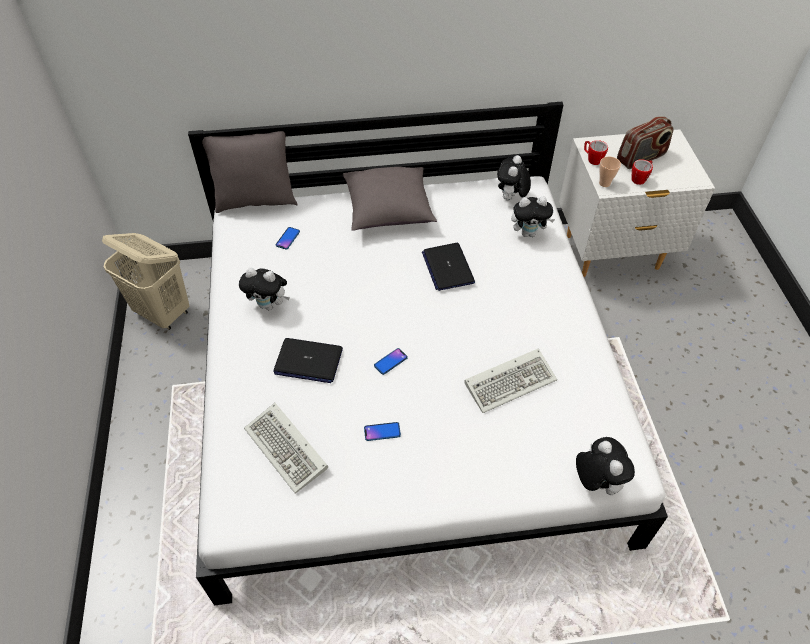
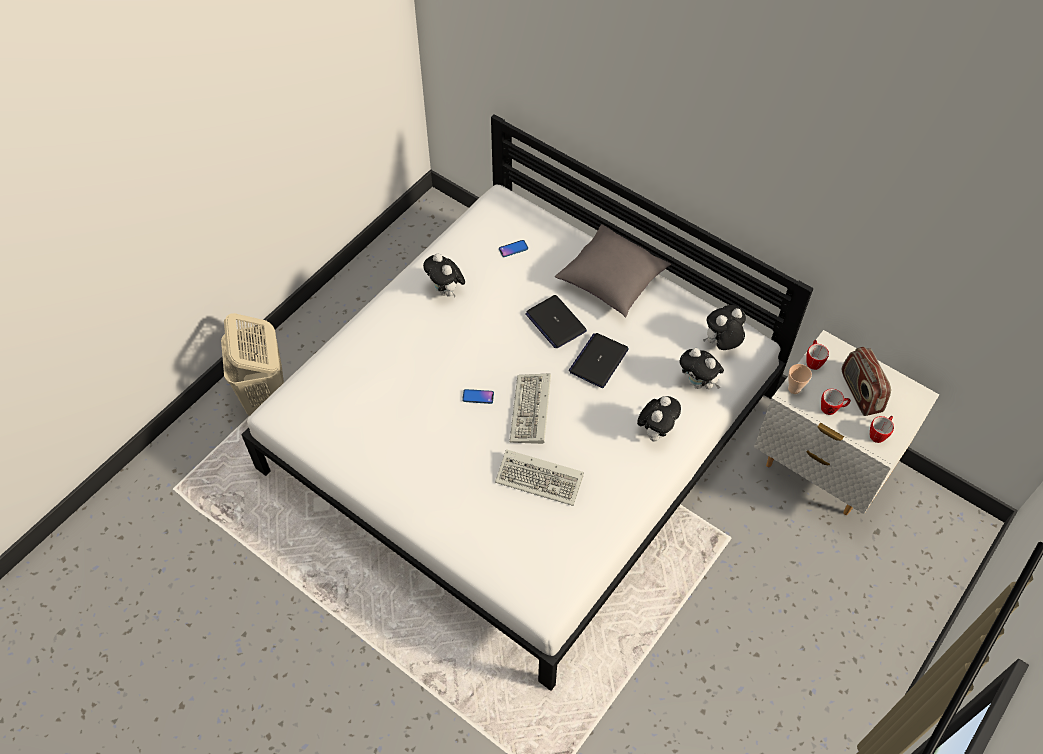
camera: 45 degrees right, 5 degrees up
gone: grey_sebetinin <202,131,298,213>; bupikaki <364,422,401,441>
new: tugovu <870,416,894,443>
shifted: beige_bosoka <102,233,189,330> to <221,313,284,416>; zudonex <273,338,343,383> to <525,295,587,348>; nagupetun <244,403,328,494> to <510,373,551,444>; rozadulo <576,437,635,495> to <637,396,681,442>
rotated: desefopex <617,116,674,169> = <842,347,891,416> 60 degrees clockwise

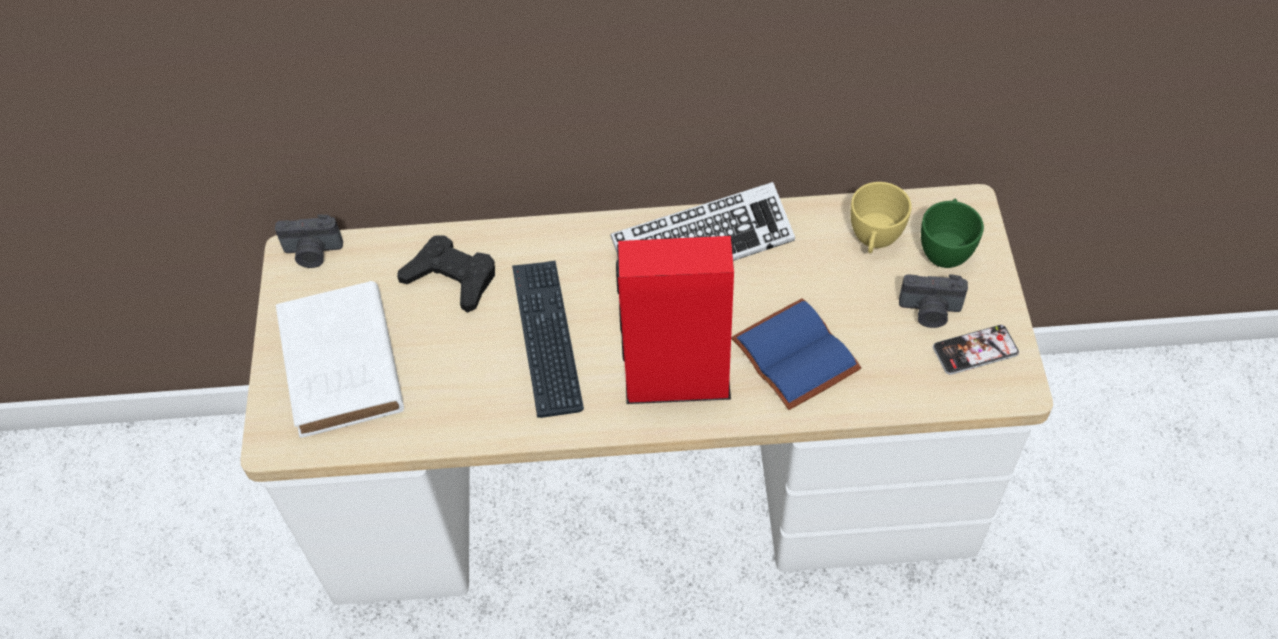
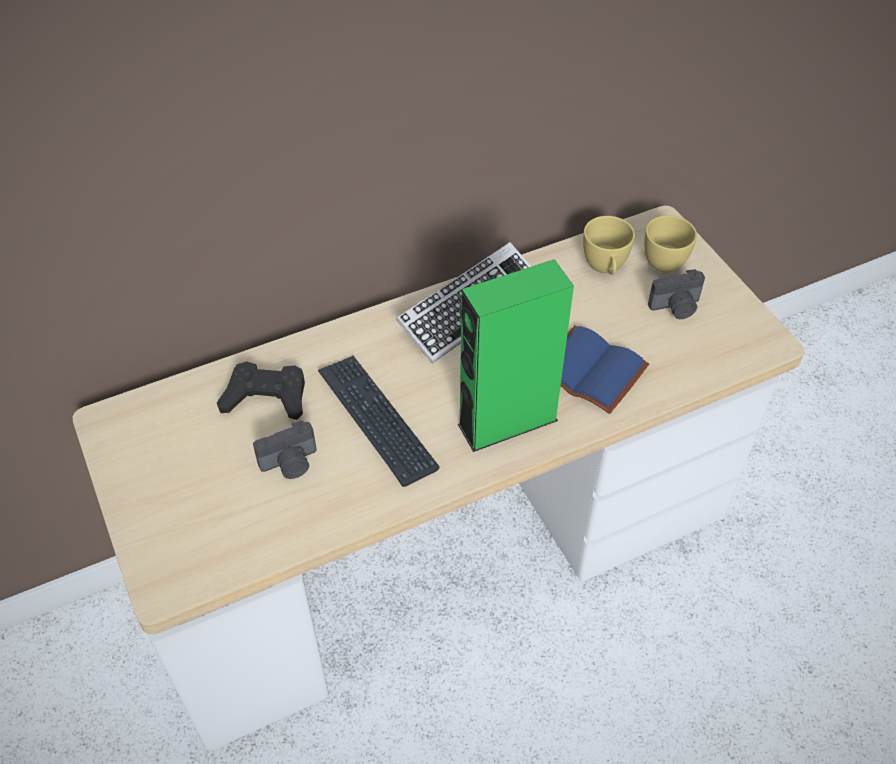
camera: 25 degrees left, 5 degrees down
gone: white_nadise <276,281,404,438>; bupikaki <933,325,1019,375>
shifted: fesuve <275,215,343,268> to <253,421,317,479>
repainted: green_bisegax <921,199,984,268> to yellow_bisegax <644,215,697,273>; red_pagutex <616,236,734,404> to green_pagutex <458,259,574,452>

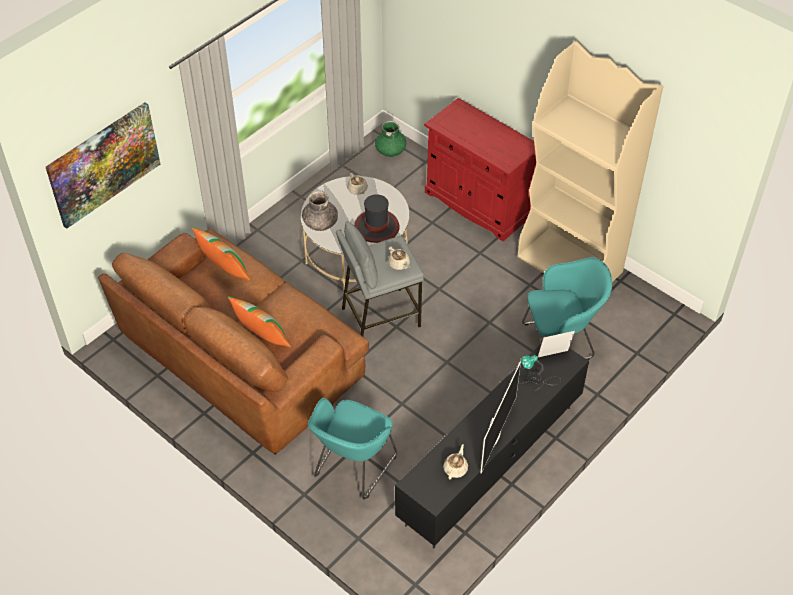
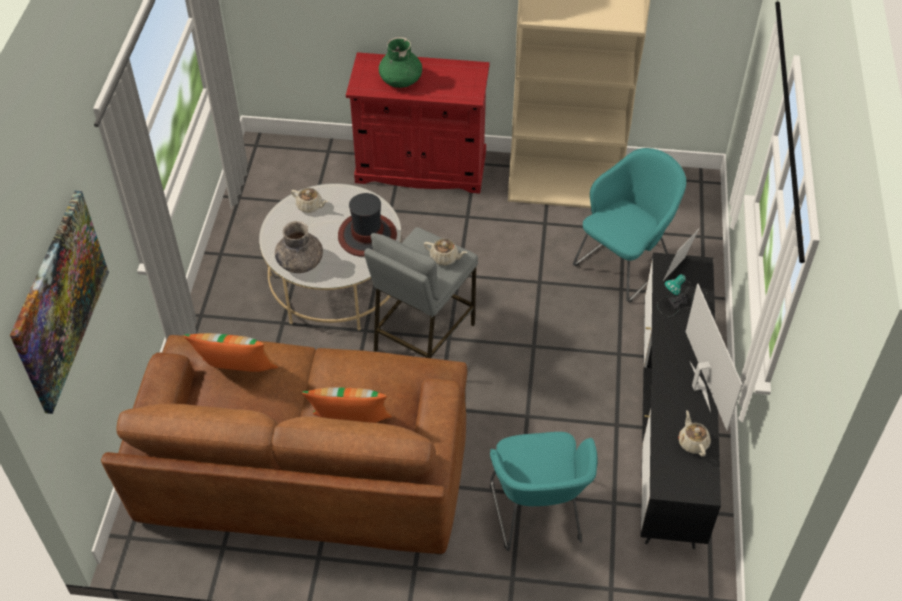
camera: 35 degrees left, 0 degrees up
shifted: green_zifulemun <375,121,406,157> to <379,37,422,88>

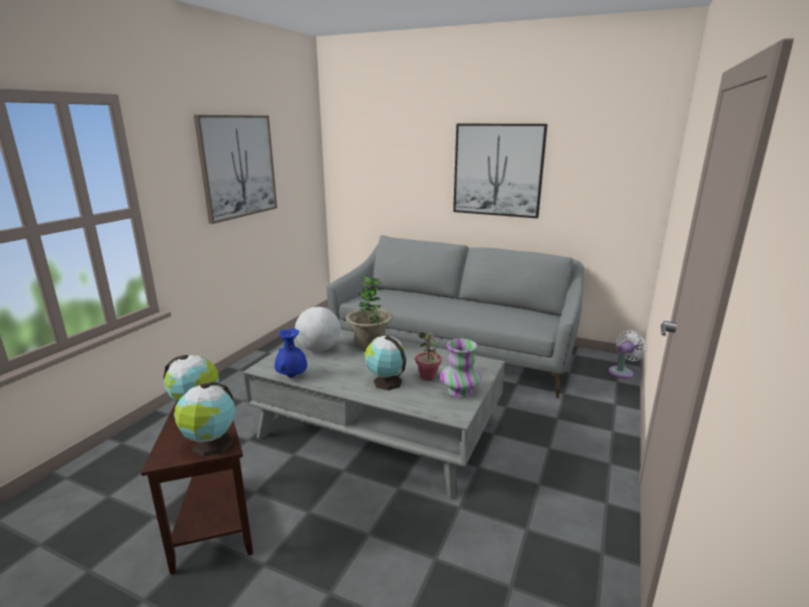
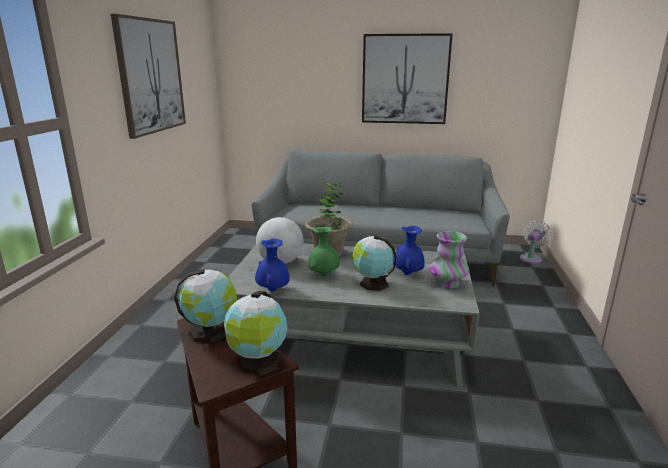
camera: 15 degrees left, 0 degrees up
new: green_zifulemun <308,227,340,276>
swapped: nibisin <415,331,442,380> to blue_zifulemun <393,226,425,275>

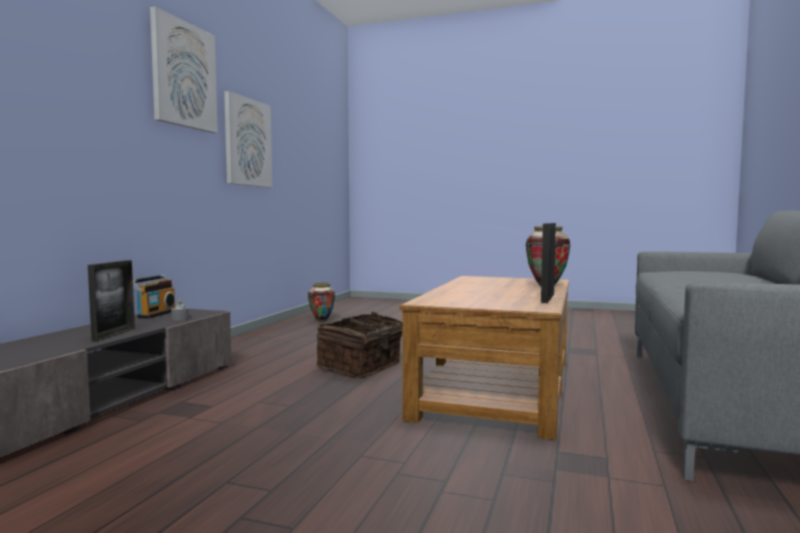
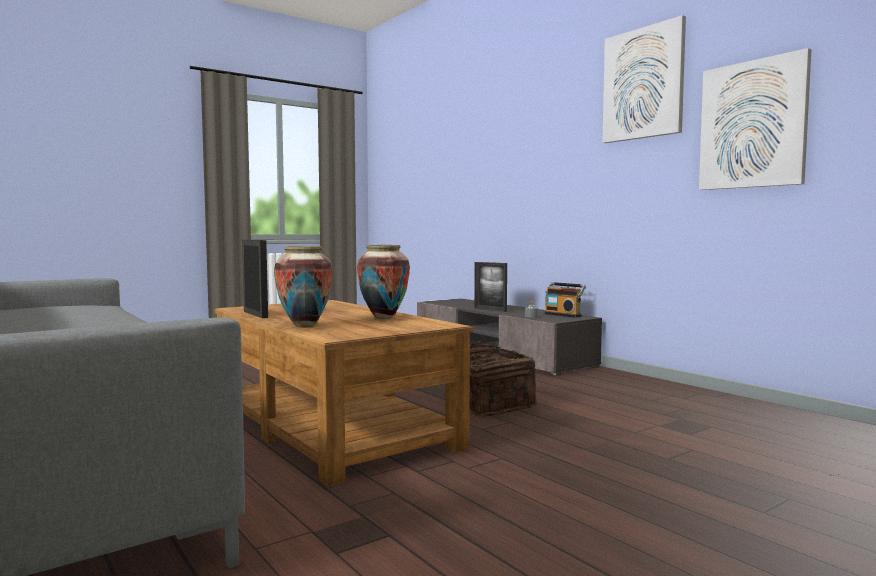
camera: 125 degrees right, 0 degrees up
shifted: zifulemun <308,283,335,322> to <357,245,410,319>

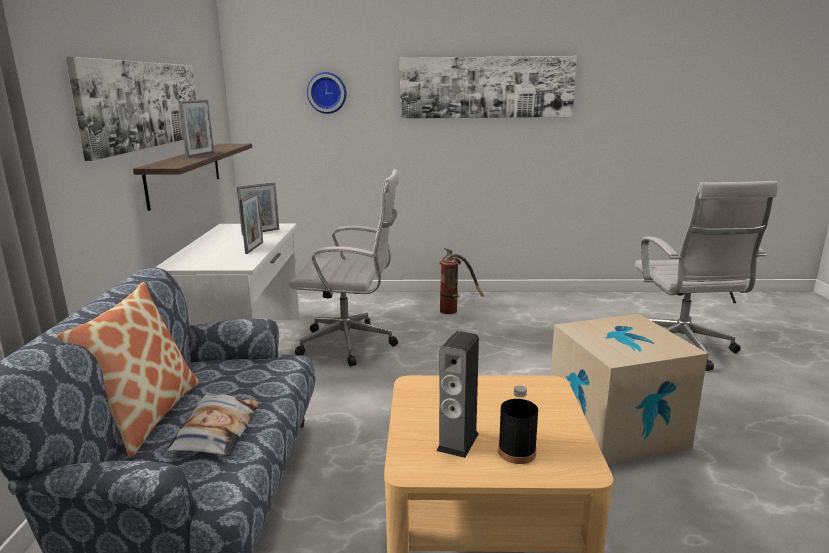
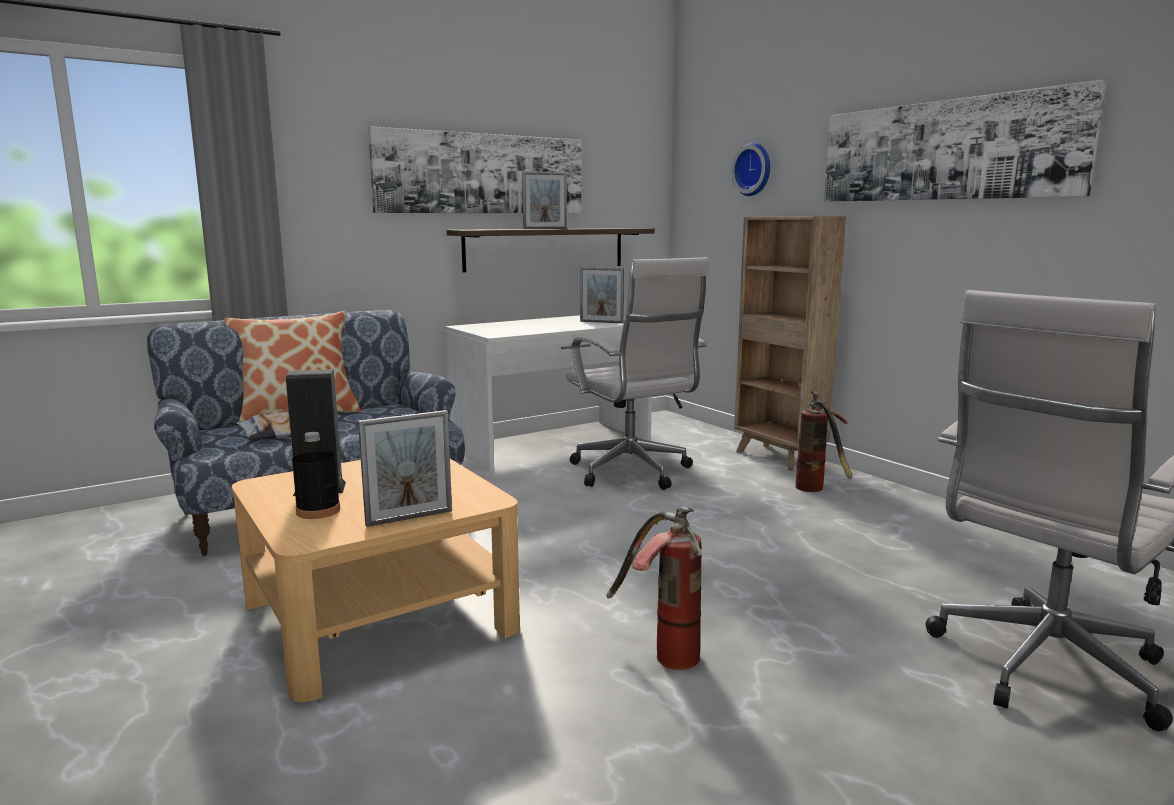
camera: 55 degrees right, 5 degrees down
new: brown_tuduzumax <734,216,846,471>
shifted: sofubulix <240,192,263,254> to <358,410,452,527>
swapped: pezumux <551,314,708,465> to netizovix <606,506,702,670>

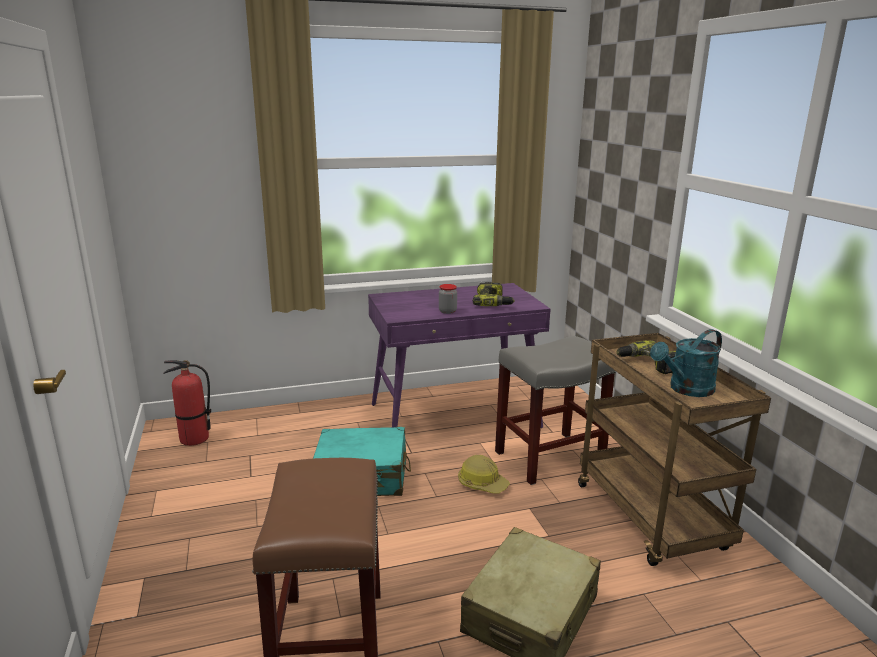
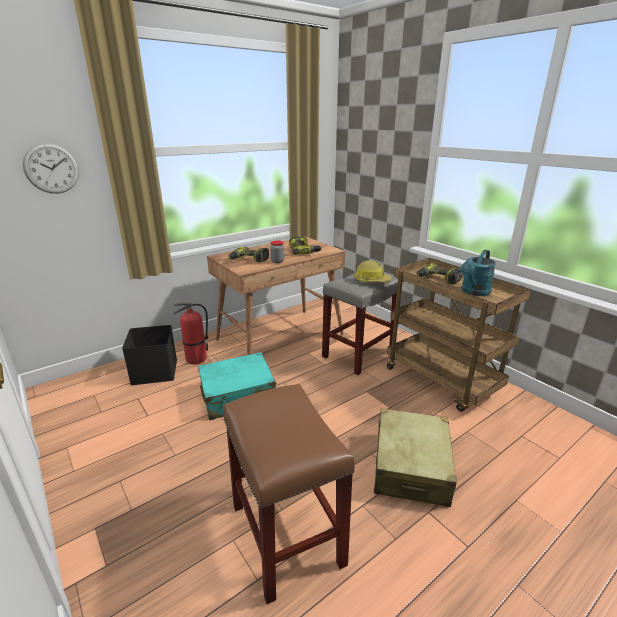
camera: 20 degrees left, 5 degrees up
new: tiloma <22,143,79,194>; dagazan <229,247,269,263>; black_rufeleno <122,325,177,385>
shifted: netizovix <163,360,211,446> to <174,302,209,364>; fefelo <458,455,510,494> to <354,260,392,282>
repainted: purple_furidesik <368,283,551,428> to brown_furidesik <207,237,345,355>

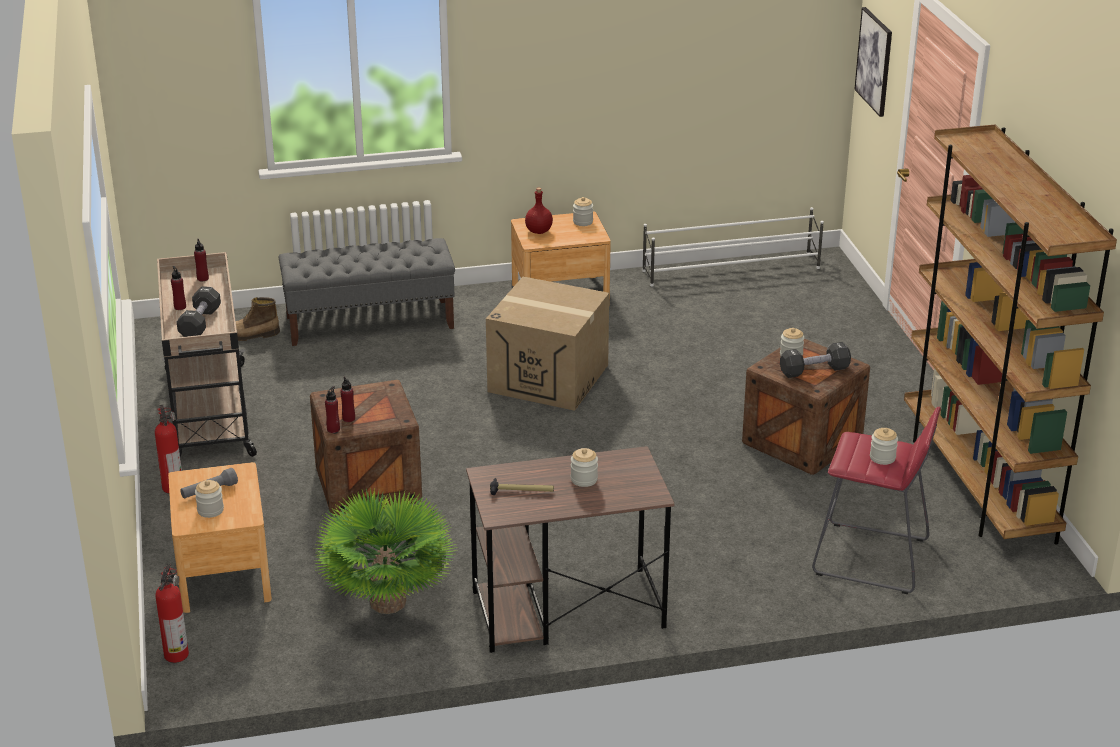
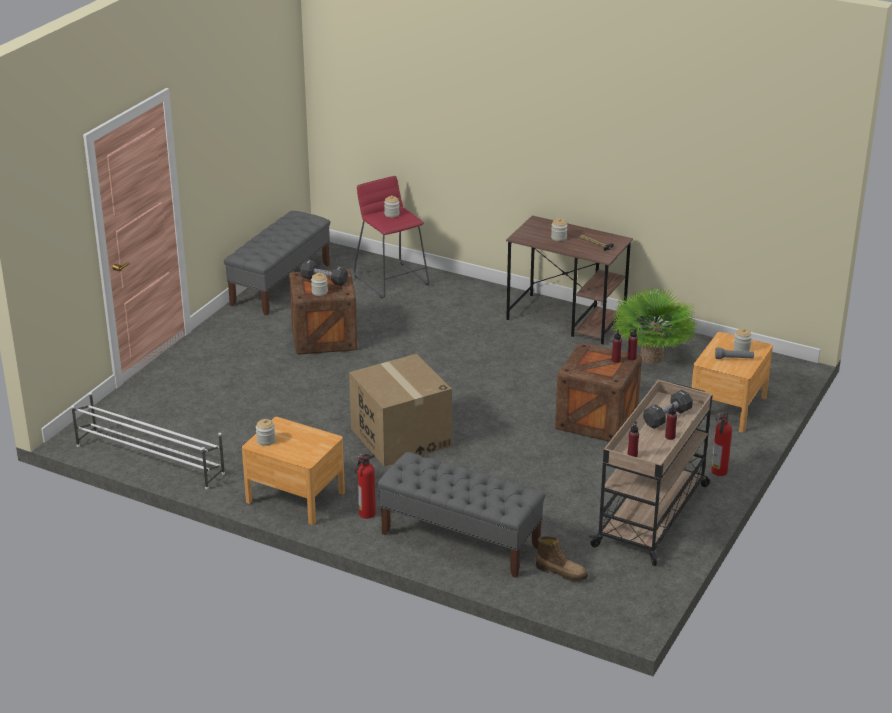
camera: 140 degrees left, 0 degrees up
gone: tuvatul <854,7,892,117>; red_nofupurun <525,188,553,234>
shifted: netizovix <156,564,189,663> to <354,453,376,519>
swapped: brown_tuduzumax <904,125,1117,545> to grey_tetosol <224,211,330,316>

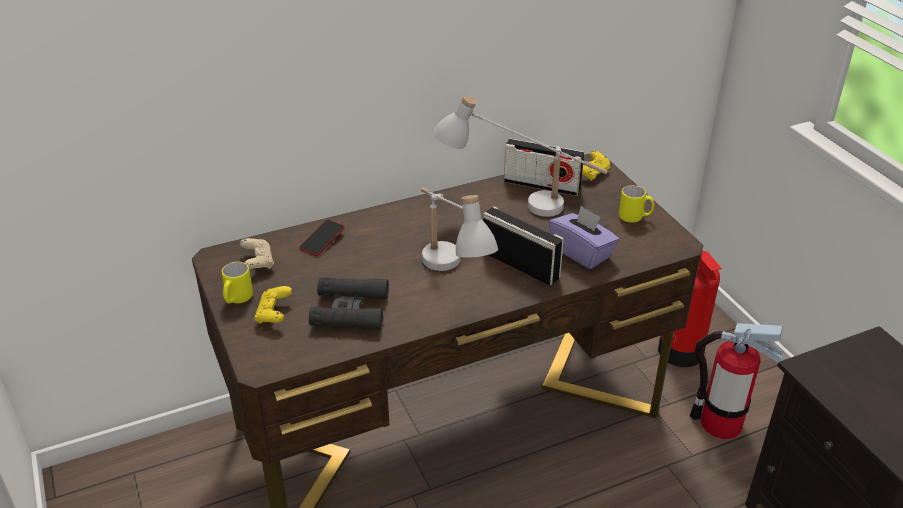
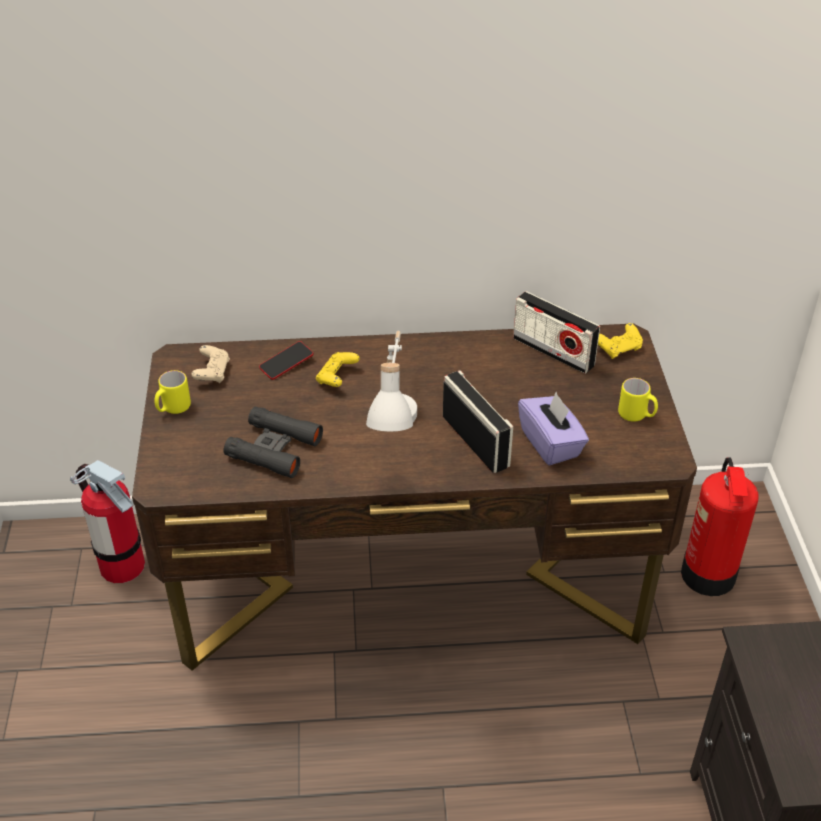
camera: 20 degrees right, 5 degrees up
gone: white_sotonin <433,95,607,217>
shifted: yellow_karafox <254,286,292,324> to <316,352,359,387>; netizovix <690,323,783,439> to <70,460,145,583>

